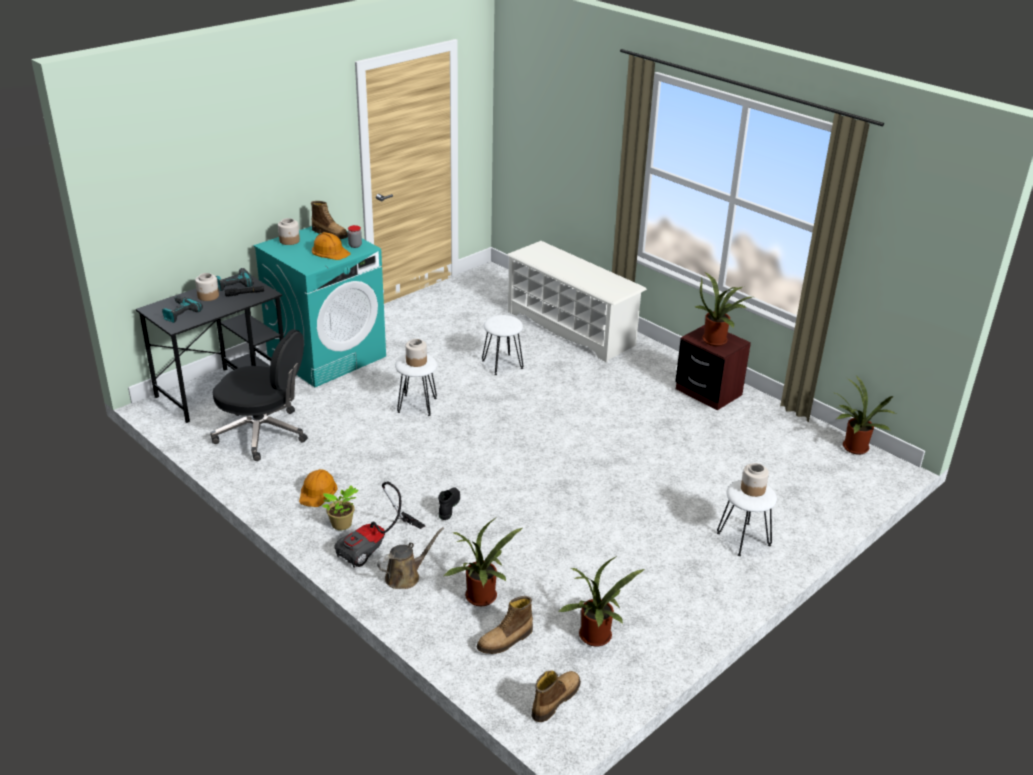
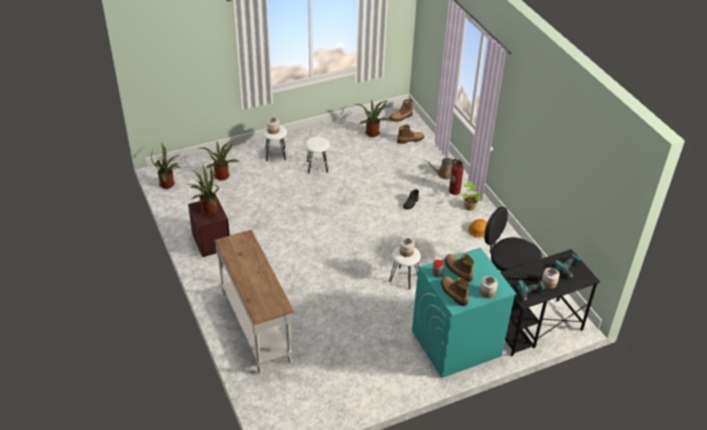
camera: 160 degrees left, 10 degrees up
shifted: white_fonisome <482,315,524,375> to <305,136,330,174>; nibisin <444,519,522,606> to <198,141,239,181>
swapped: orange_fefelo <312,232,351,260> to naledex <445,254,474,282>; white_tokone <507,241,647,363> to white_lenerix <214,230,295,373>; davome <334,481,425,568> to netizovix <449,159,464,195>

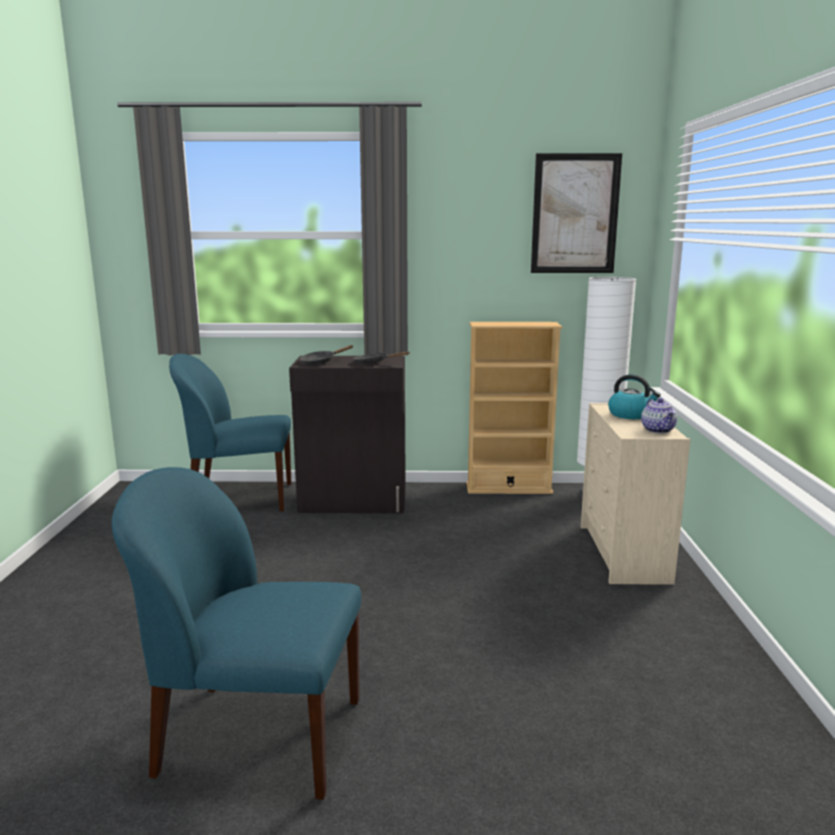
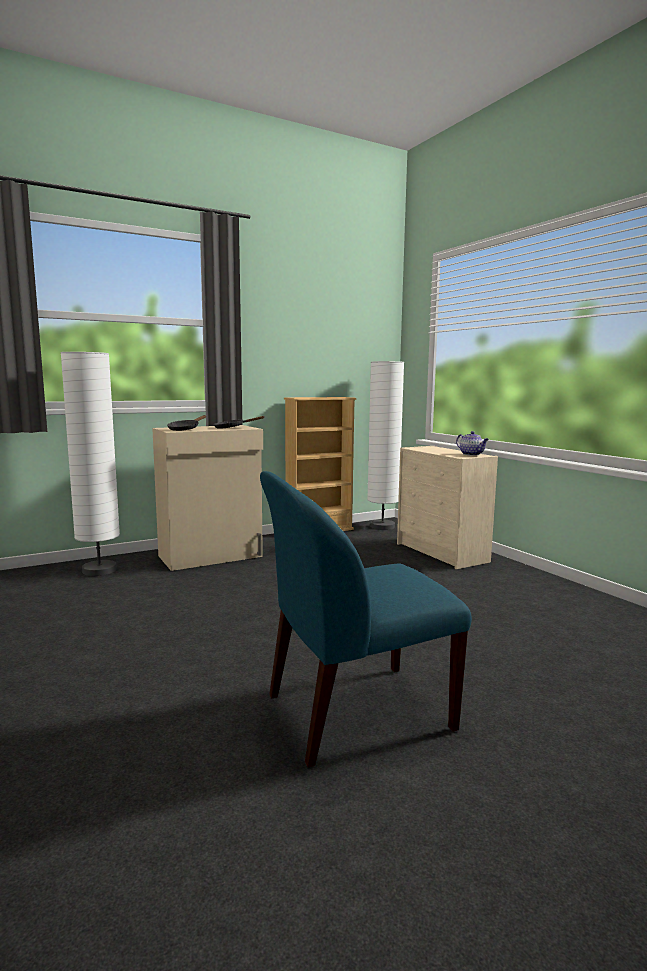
camera: 30 degrees left, 5 degrees down
gone: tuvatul <531,153,622,273>; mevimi <608,374,661,419>
swapped: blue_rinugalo <169,354,291,511> to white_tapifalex <61,352,120,576>
repainted: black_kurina <289,356,406,513> to beige_kurina <152,425,263,571>

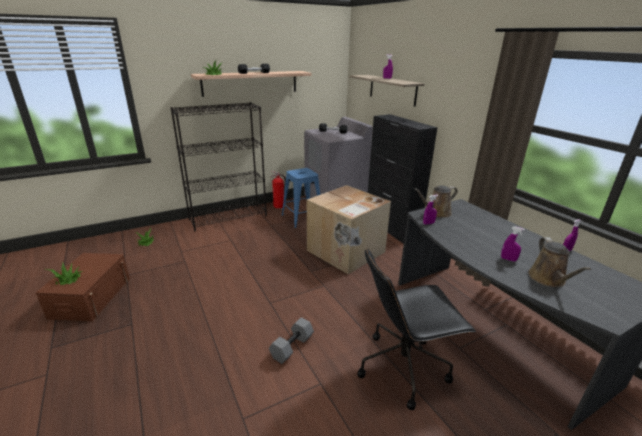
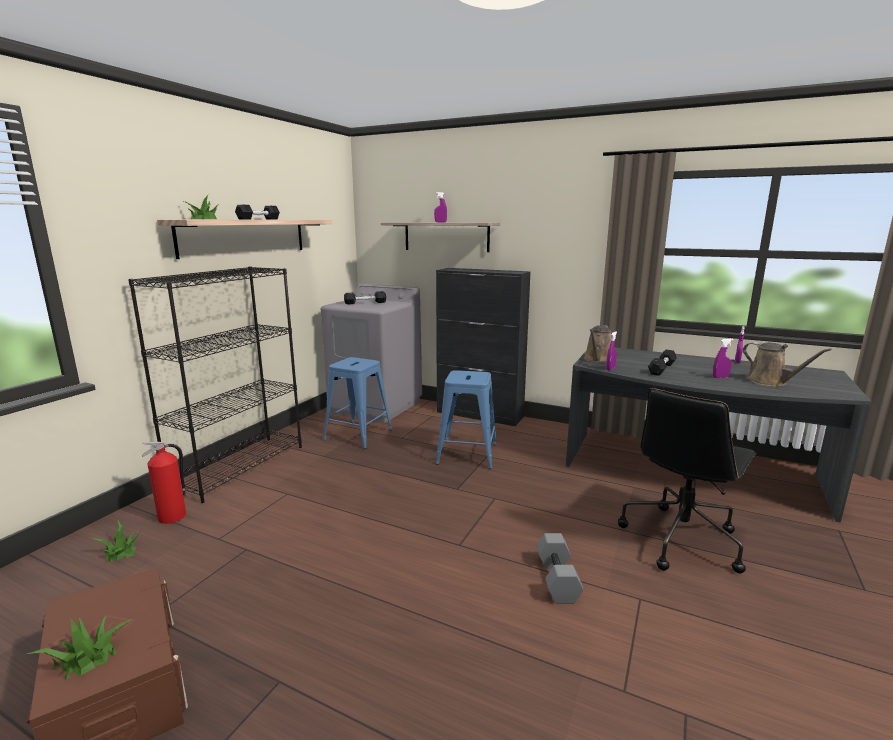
camera: 35 degrees left, 10 degrees down
new: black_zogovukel <648,350,677,376>
shifted: netizovix <271,171,286,209> to <142,442,186,524>
swapped: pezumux <307,185,391,274> to blue_fonisome <436,370,497,469>

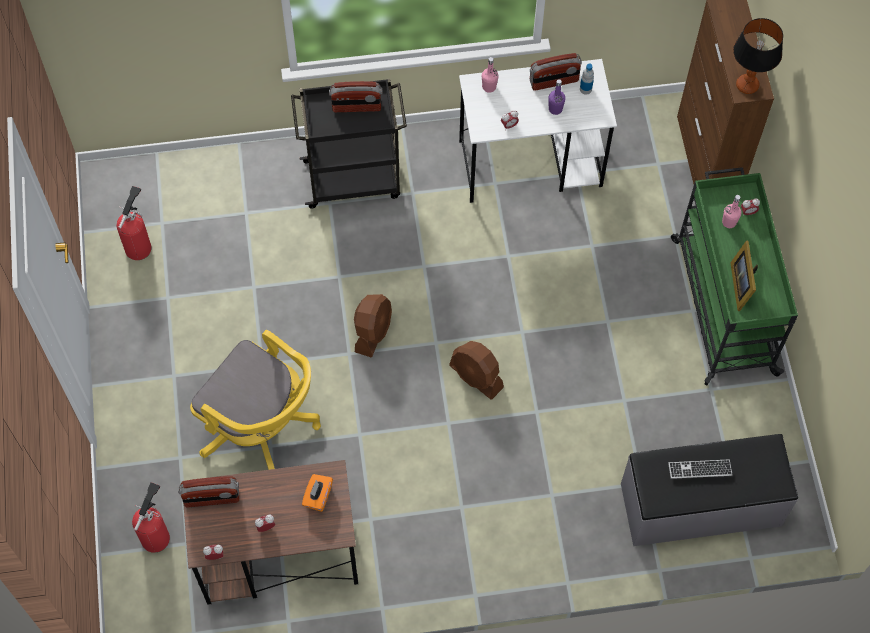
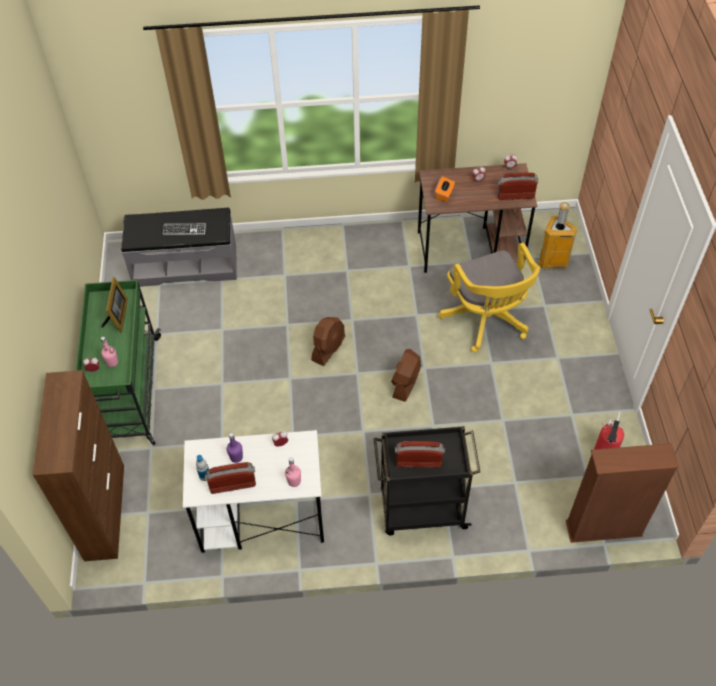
camera: 175 degrees left, 10 degrees down
gone: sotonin <733,18,783,94>
new: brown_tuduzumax <566,443,679,543>
swapped: netizovix <132,482,170,553> to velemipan <538,202,578,269>
rotated: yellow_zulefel <190,330,321,470> = <438,243,540,352> 150 degrees counterclockwise; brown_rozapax <449,341,504,400> = <312,317,345,366> 75 degrees clockwise

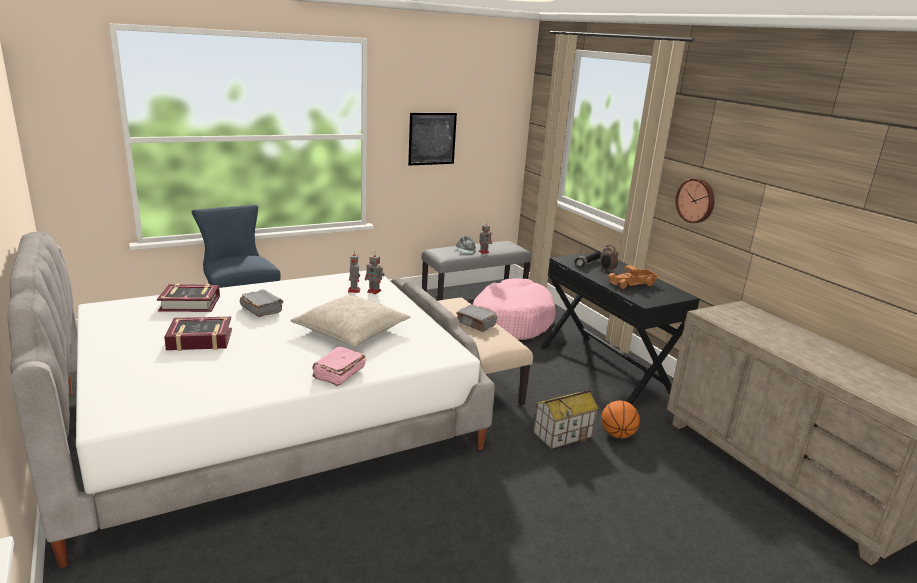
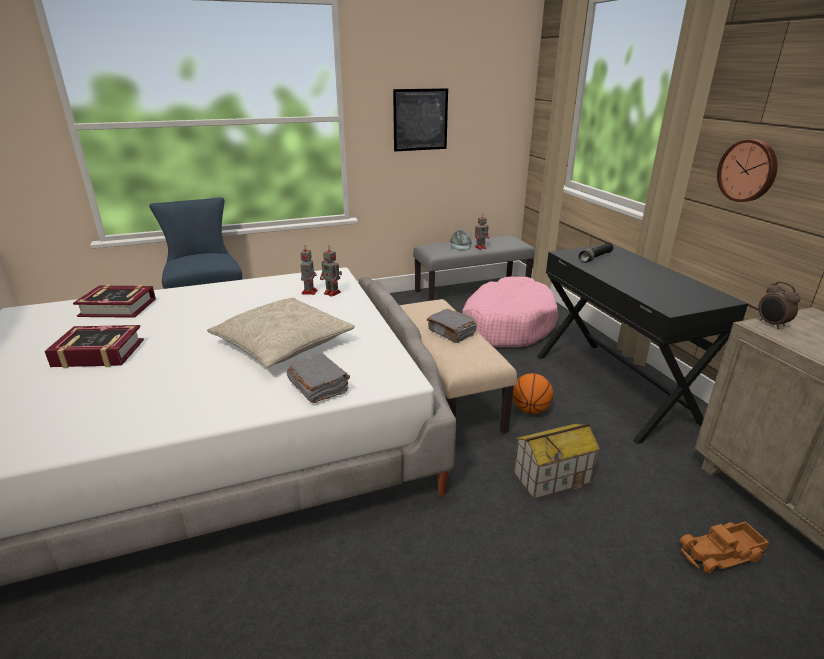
camera: 10 degrees right, 5 degrees up
gone: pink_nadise <313,347,366,386>
shifted: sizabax <600,245,618,273> to <758,281,800,329>; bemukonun <608,265,657,289> to <680,521,769,573>; grey_nadise <240,290,283,317> to <287,354,350,403>; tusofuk <601,400,640,438> to <512,373,553,414>

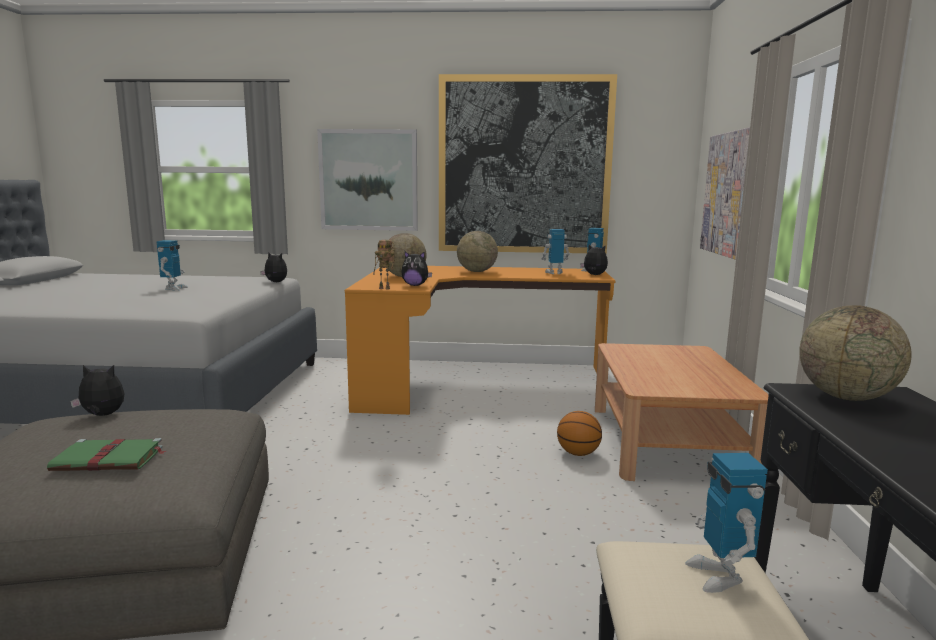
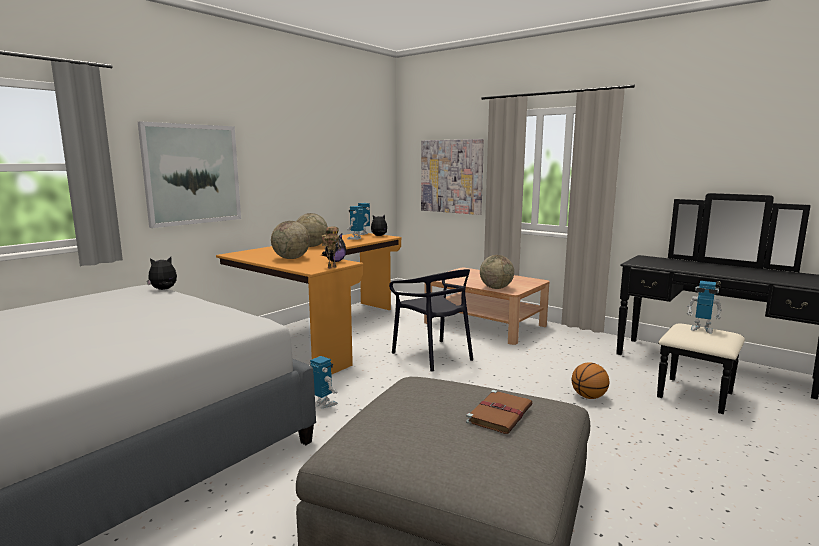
camera: 55 degrees left, 0 degrees up
gone: tuvatul <439,74,617,254>; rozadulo <70,365,125,416>
new: black_rinugalo <389,269,473,372>
shifted: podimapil <156,240,188,291> to <310,356,338,408>; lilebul <799,305,912,401> to <480,255,514,289>; tusofuk <557,411,602,456> to <572,362,609,399>
repainted: green_nadise <47,438,166,471> to brown_nadise <466,390,532,434>

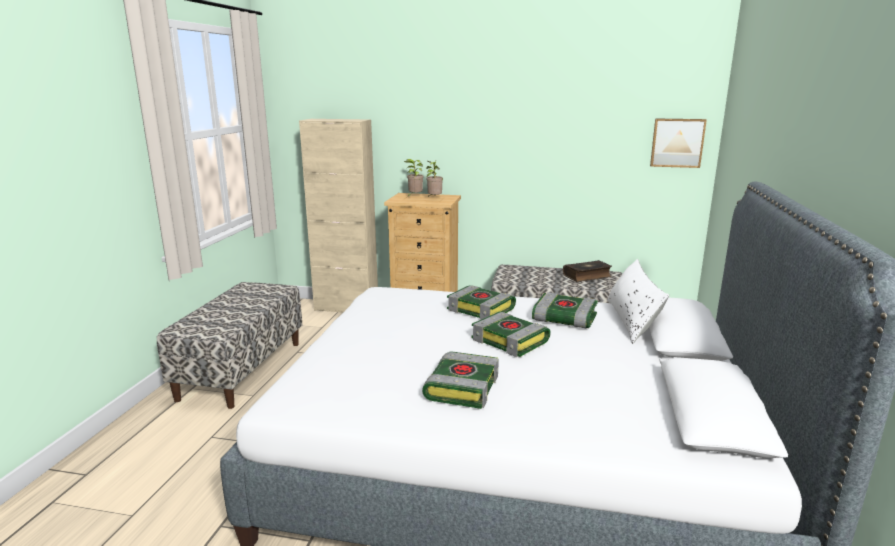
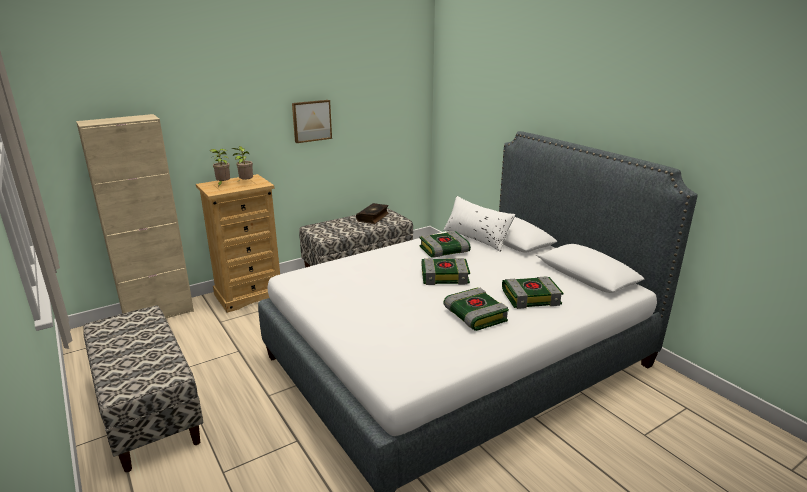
camera: 45 degrees left, 5 degrees up
shifted: tuvatul <650,119,707,168> to <292,100,332,143>; nadise <447,285,516,319> to <502,276,563,309>

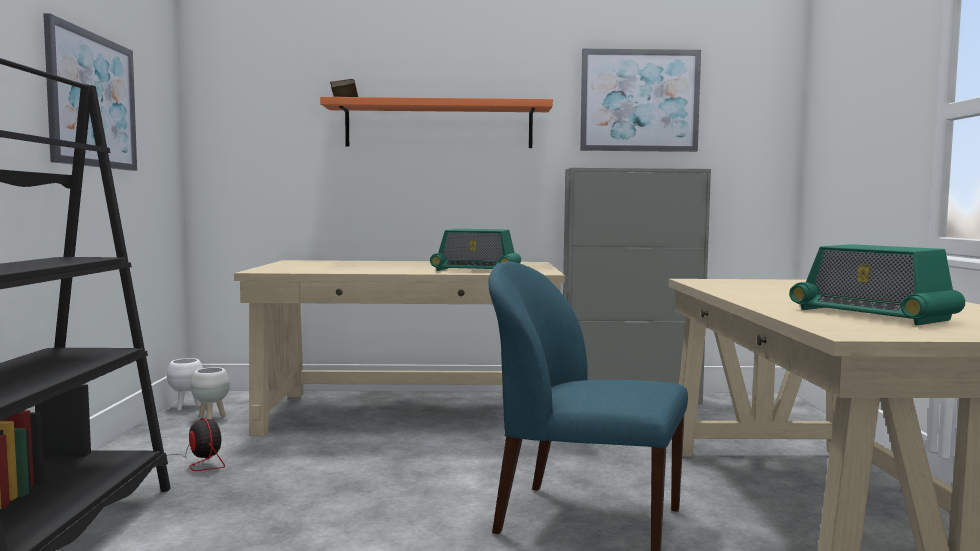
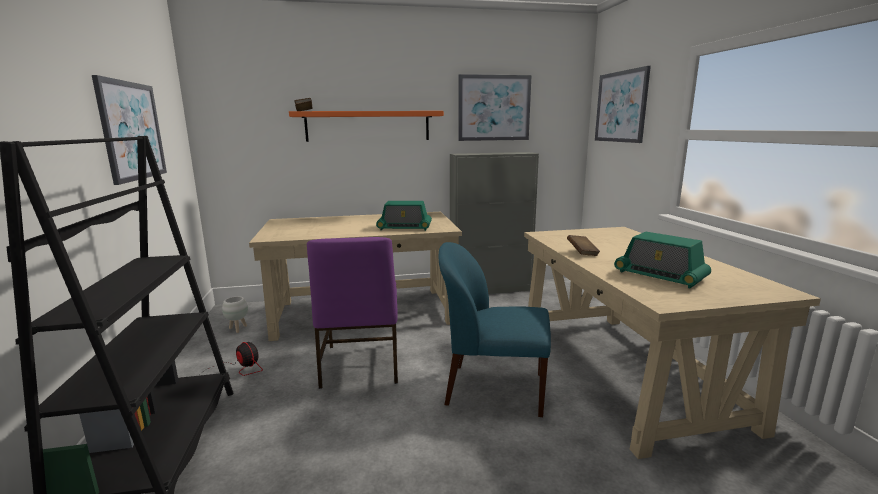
camera: 10 degrees left, 10 degrees up
gone: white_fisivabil <167,358,203,411>
new: tuvatul <595,66,651,143>; brown_nadise <567,235,600,256>; purple_rinugalo <307,237,398,389>

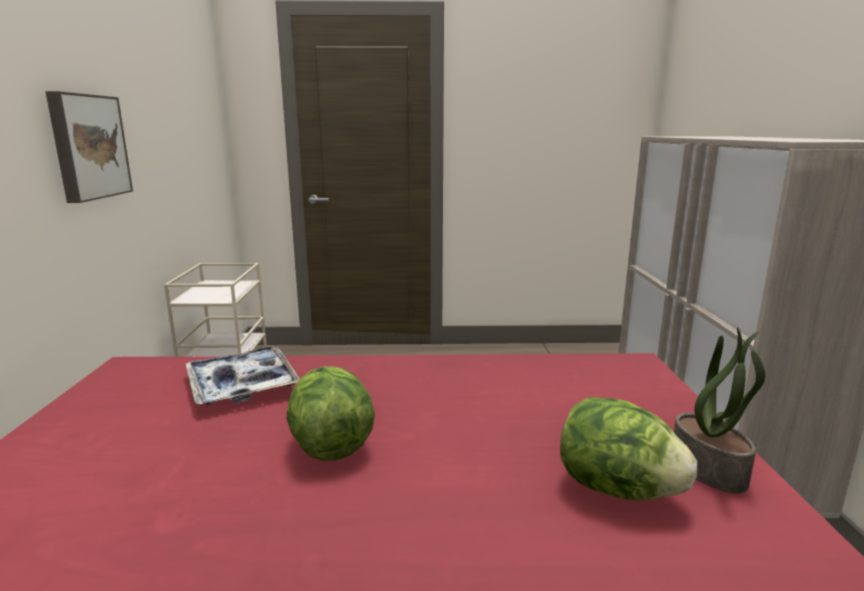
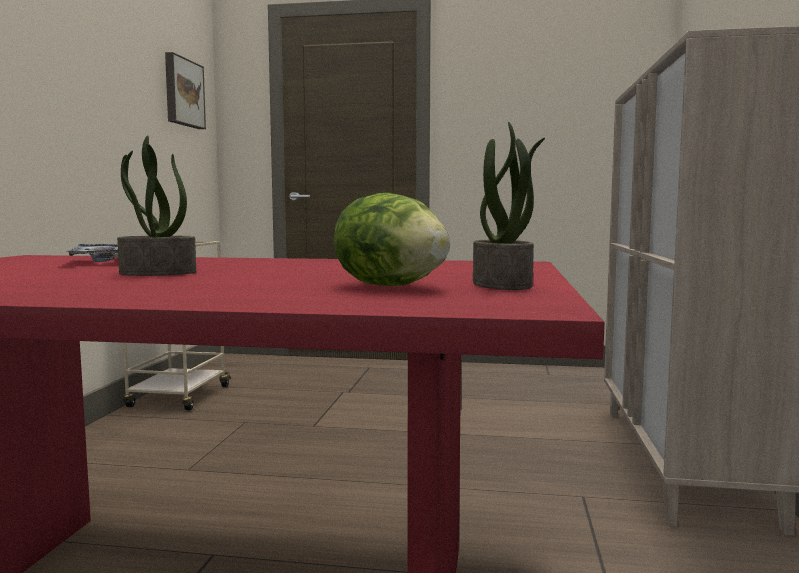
camera: 10 degrees right, 10 degrees down
shifted: tuvatul <45,91,133,203> to <165,52,206,129>
swapped: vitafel <286,366,375,461> to nibisin <117,135,196,276>

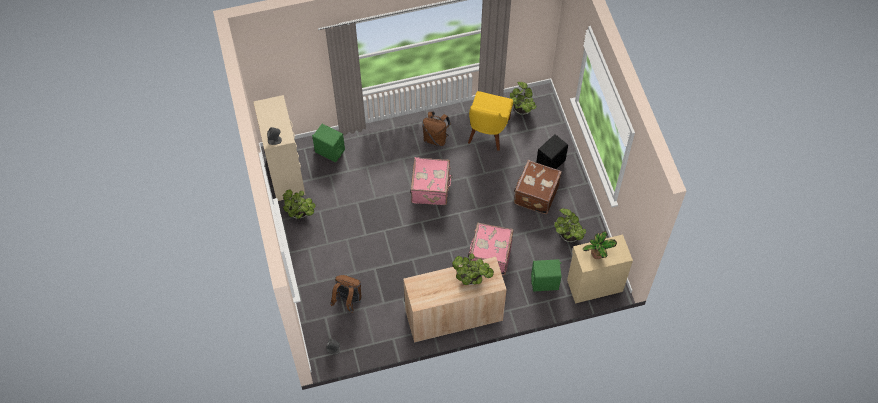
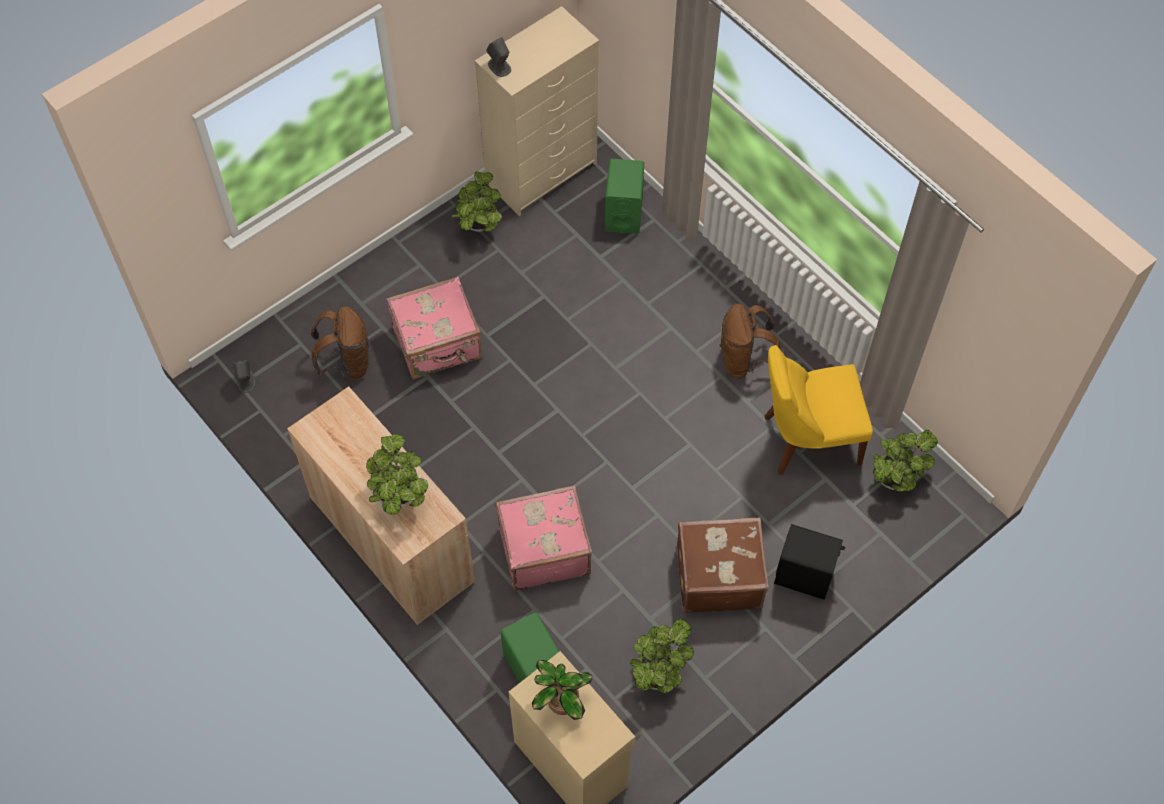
camera: 65 degrees right, 0 degrees up
shifted: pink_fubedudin <411,157,452,205> to <387,276,482,380>

